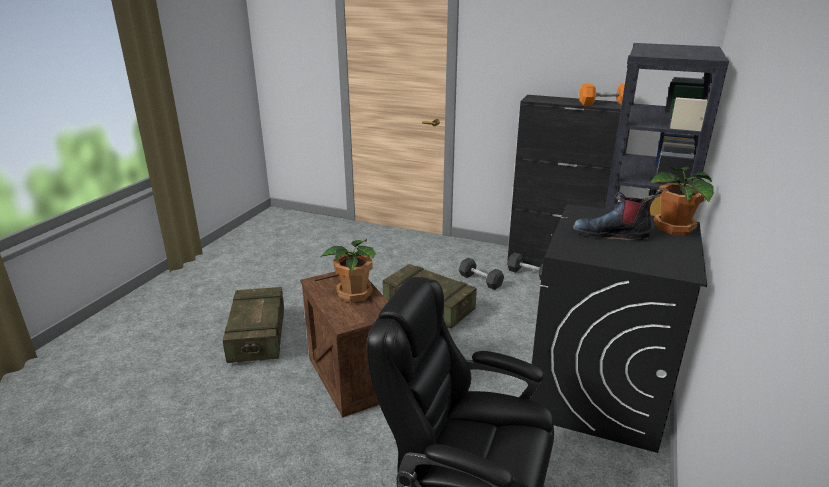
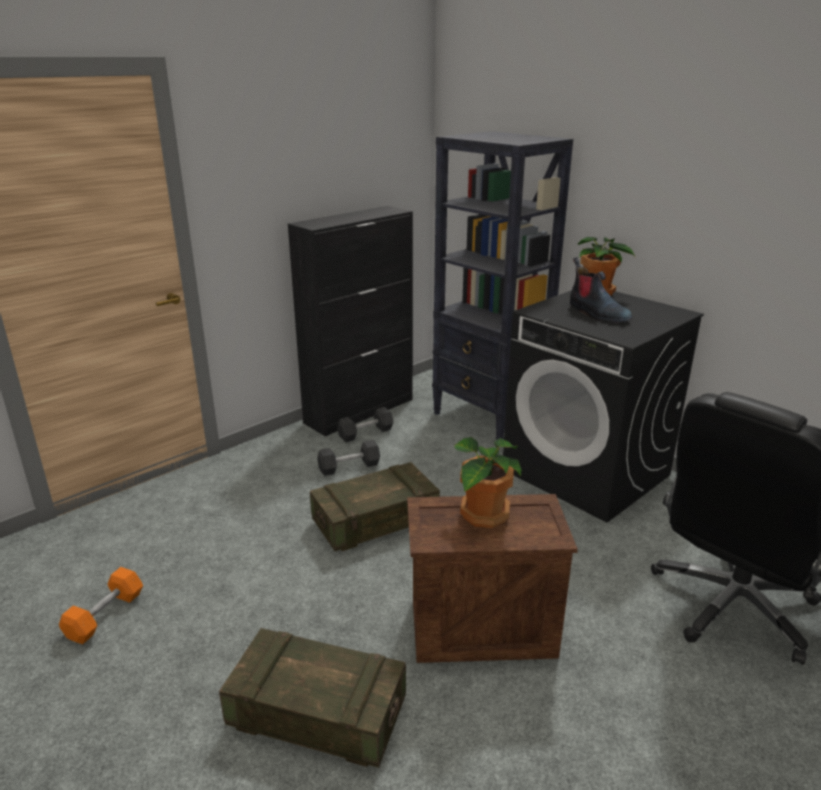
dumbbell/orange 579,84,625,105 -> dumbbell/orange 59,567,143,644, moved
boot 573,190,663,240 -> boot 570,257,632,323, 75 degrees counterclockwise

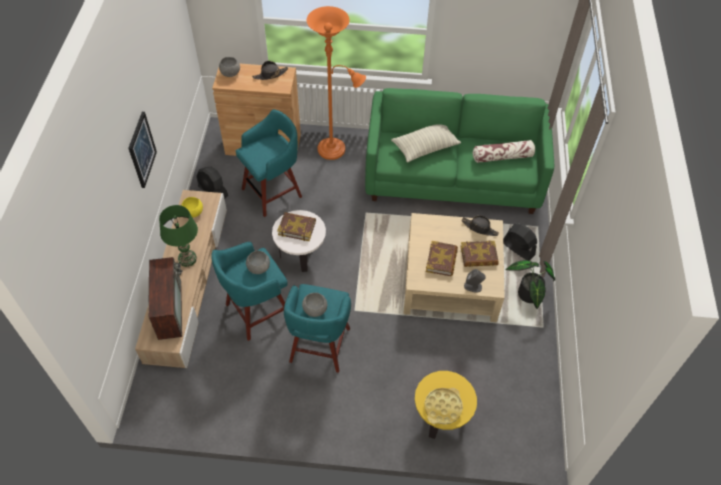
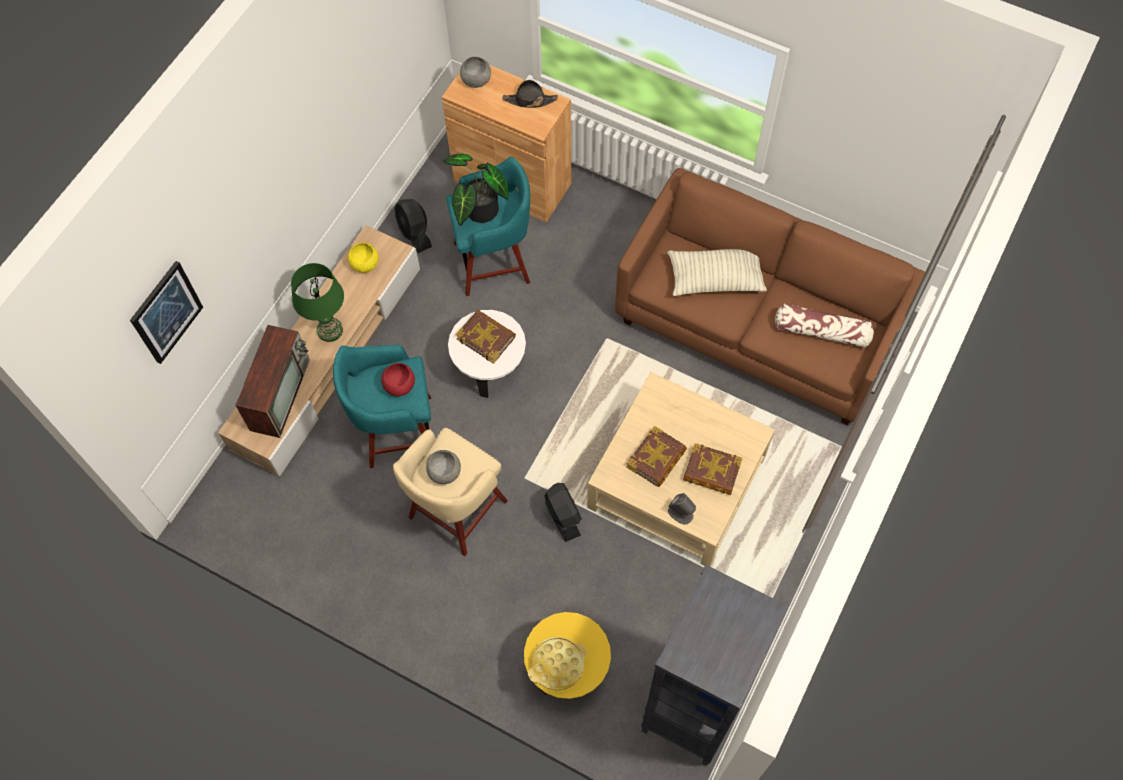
floor lamp/orange 307,6,366,160 -> none
sofa/green 365,88,554,214 -> sofa/brown 615,168,925,425
picture 128,112,157,188 -> picture 130,261,203,364, moved
hat/black 461,215,499,236 -> none
fan/black 503,223,537,261 -> fan/black 544,483,582,542, moved
bowl/grey 246,251,270,274 -> bowl/red 381,363,415,396
potted plant 506,260,555,309 -> potted plant 443,154,508,226, moved
stool/turquoise 284,284,351,373 -> stool/beige 393,428,508,556
none -> bookcase/black 641,565,788,766

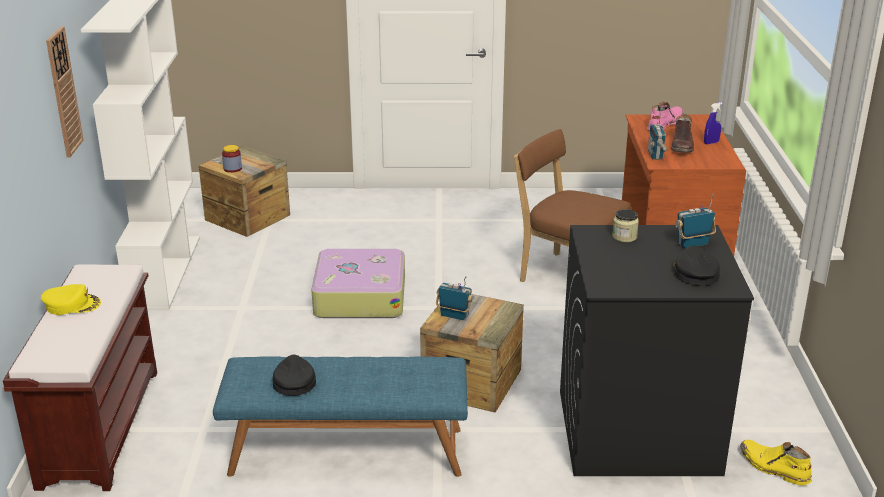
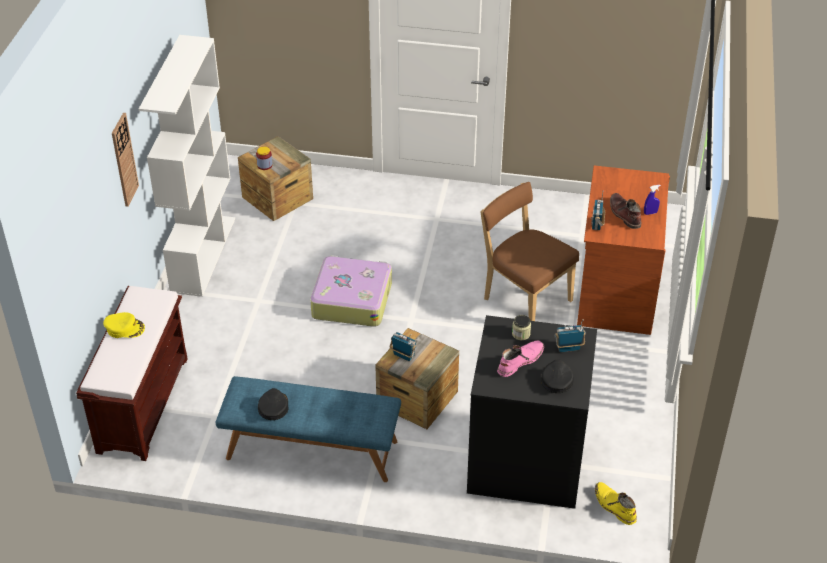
boot/pink 647,102,684,130 -> boot/pink 497,340,544,377, moved
boot/brown 671,114,694,153 -> boot/brown 610,193,641,229, 135 degrees clockwise

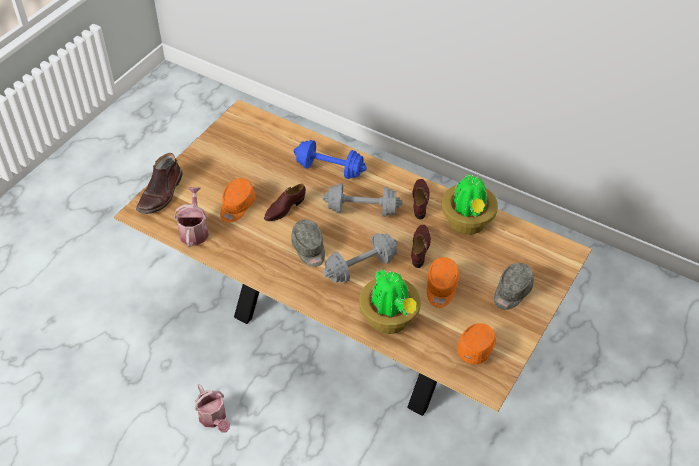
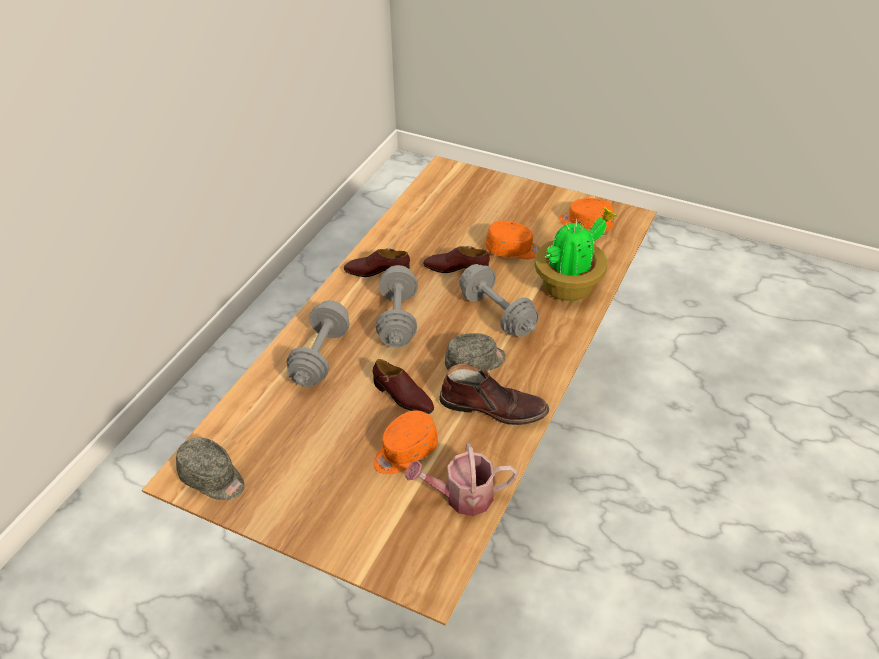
dumbbell/blue 293,140,367,179 -> dumbbell/grey 287,300,350,387
boot/brown 136,153,182,214 -> boot/brown 439,364,549,425, moved
potted plant 441,173,498,235 -> none
cap/orange 220,178,255,223 -> cap/orange 373,411,438,474, 120 degrees clockwise
cap/grey 494,263,534,310 -> cap/grey 176,437,245,500, moved
watering can 195,384,230,433 -> none

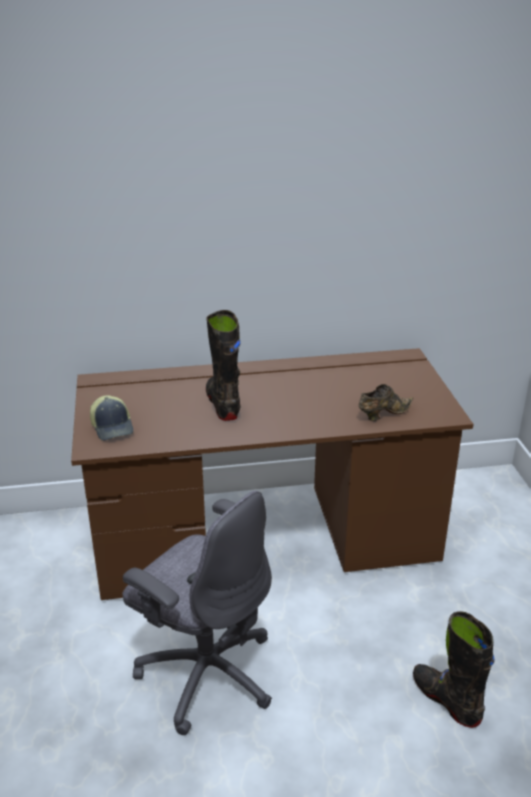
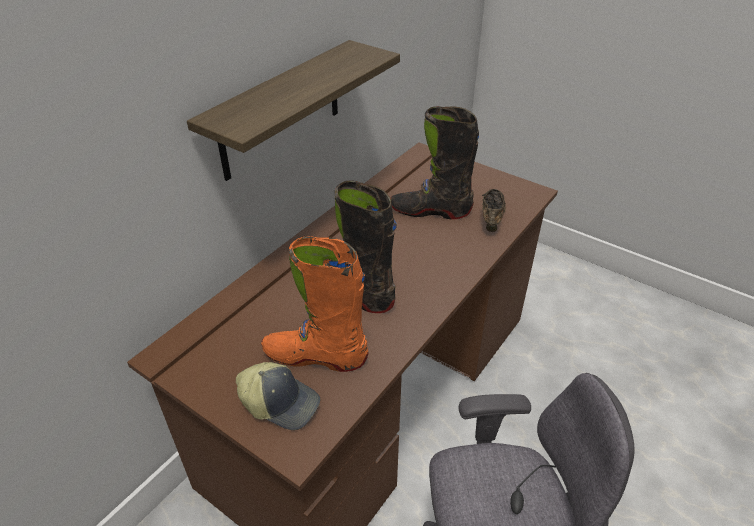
boot/black 413,611,495,728 -> boot/black 390,106,479,219, moved
none -> shelf 187,40,400,181
none -> boot/orange 261,236,368,372

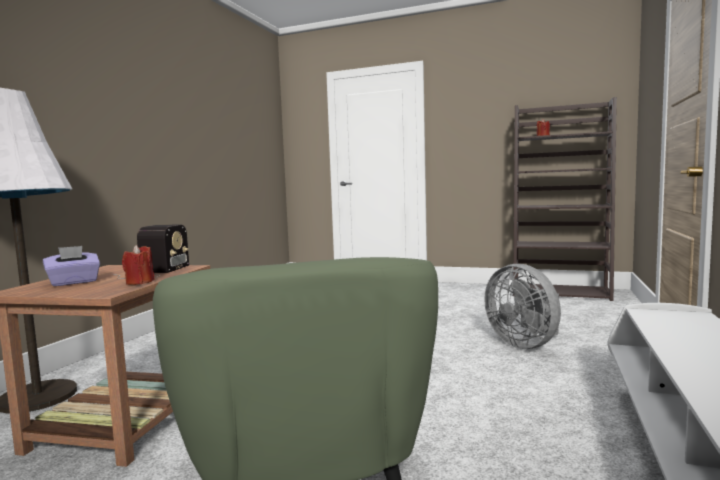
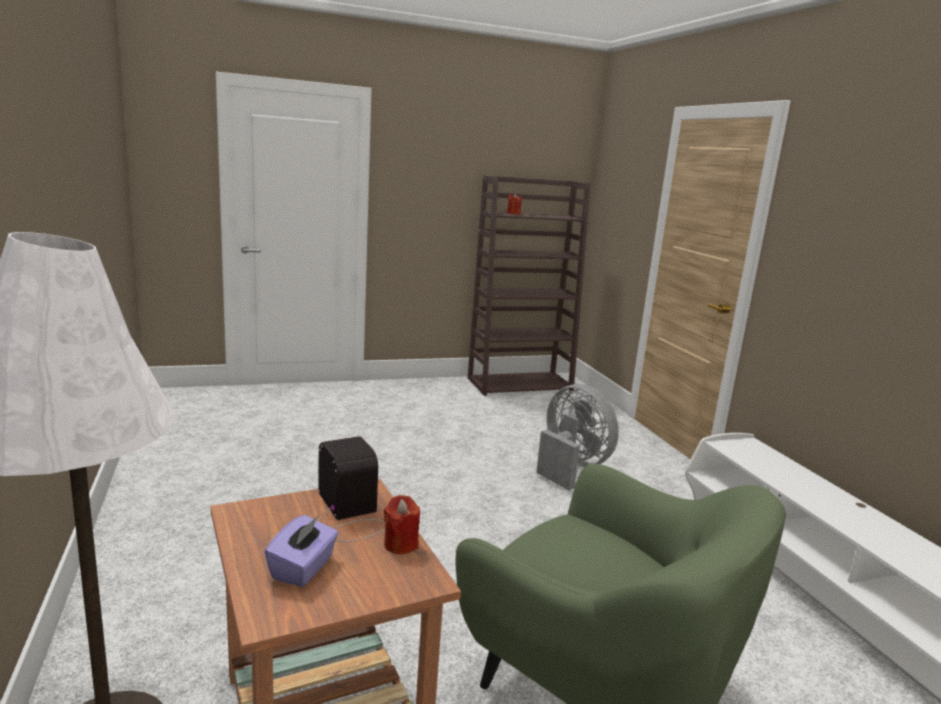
fan/grey 484,264,561,349 -> fan/grey 536,384,619,490, 150 degrees counterclockwise

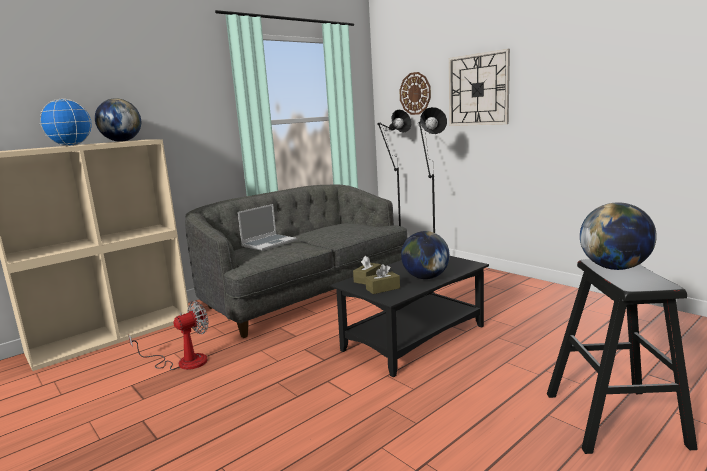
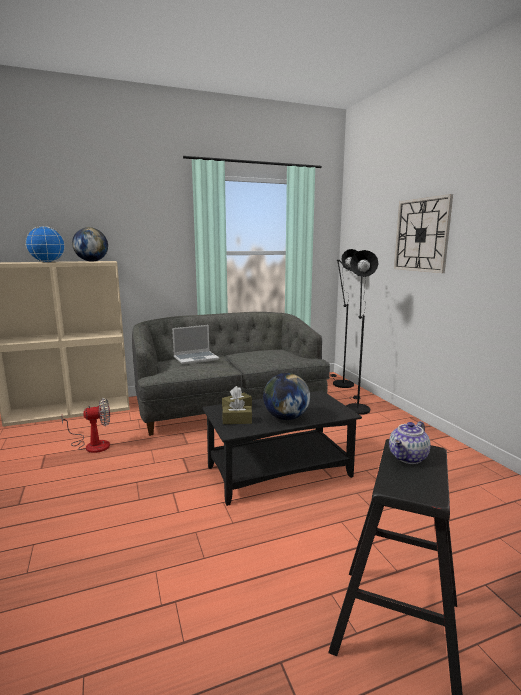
wall clock 399,72,431,115 -> none
globe 580,202,657,270 -> teapot 389,421,430,464

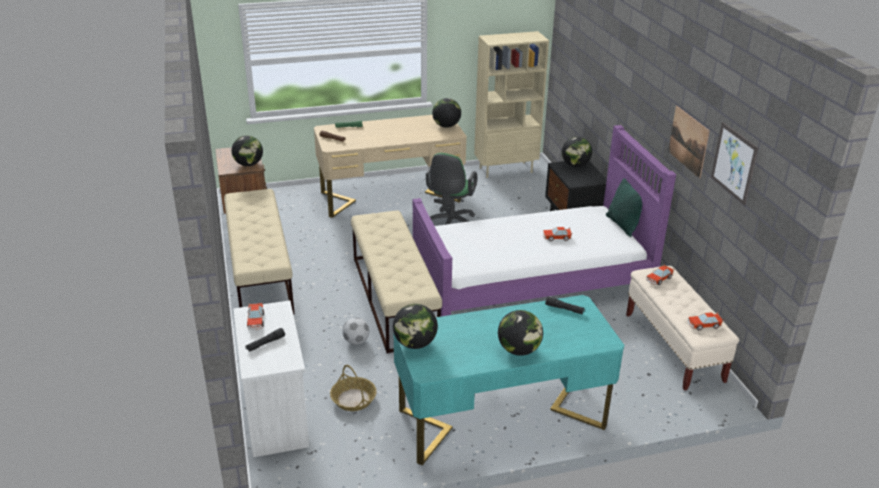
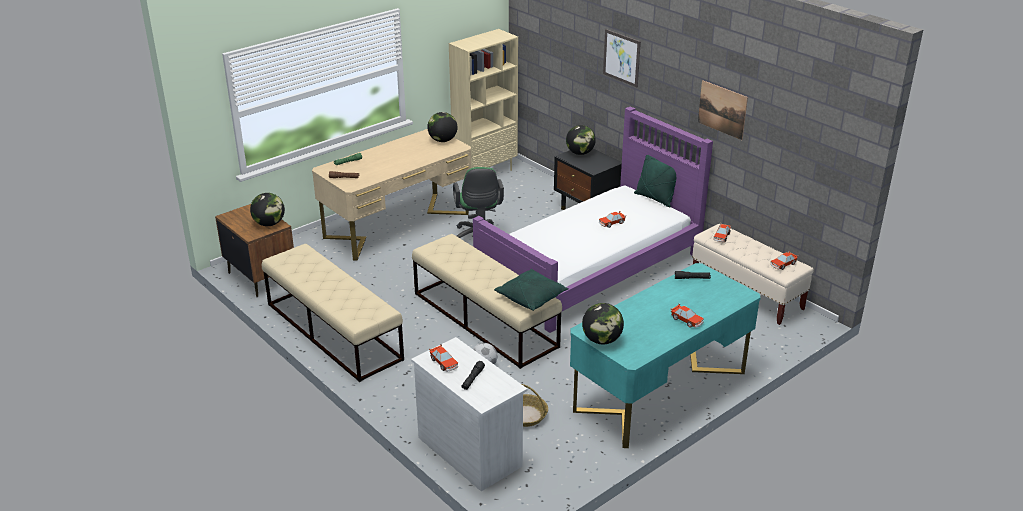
picture 711,122,759,205 -> picture 603,29,641,87, moved
globe 498,310,543,356 -> toy car 671,304,704,328
none -> pillow/green 494,269,569,311

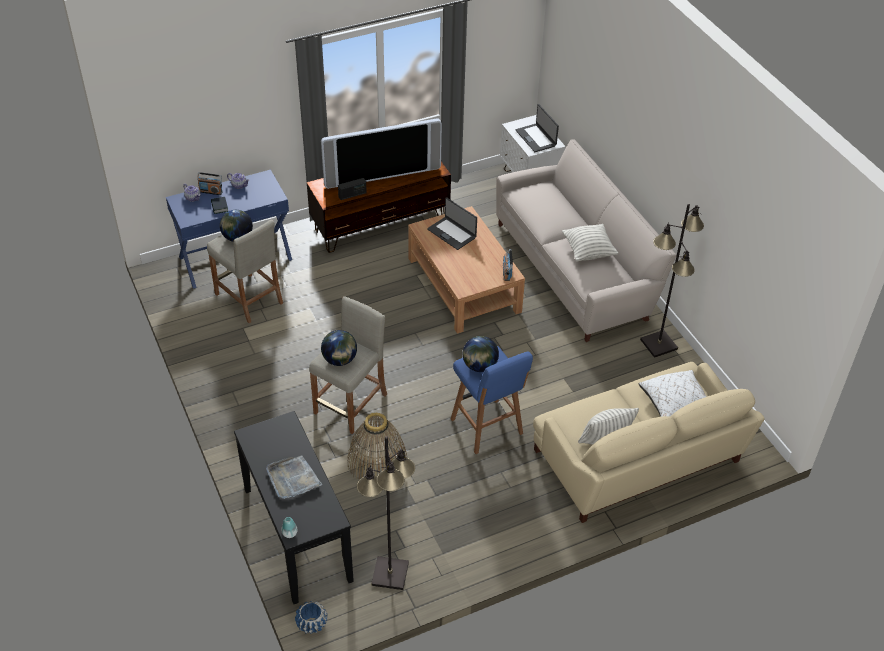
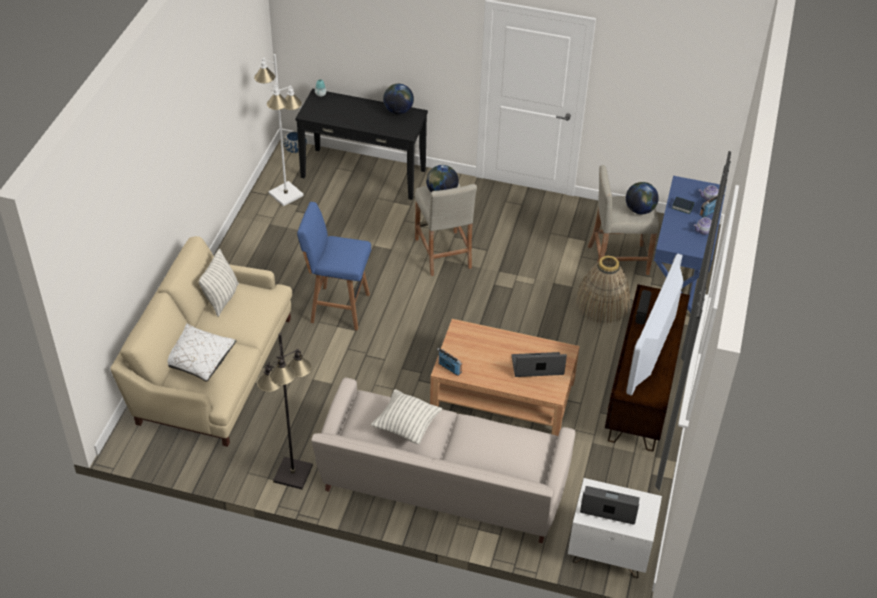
globe 463,336,499,372 -> globe 383,84,414,114, moved
basket 347,413,407,480 -> basket 576,255,630,324, moved
floor lamp/black 357,436,415,590 -> floor lamp/white 254,54,304,206
tray/grey 266,455,323,499 -> none

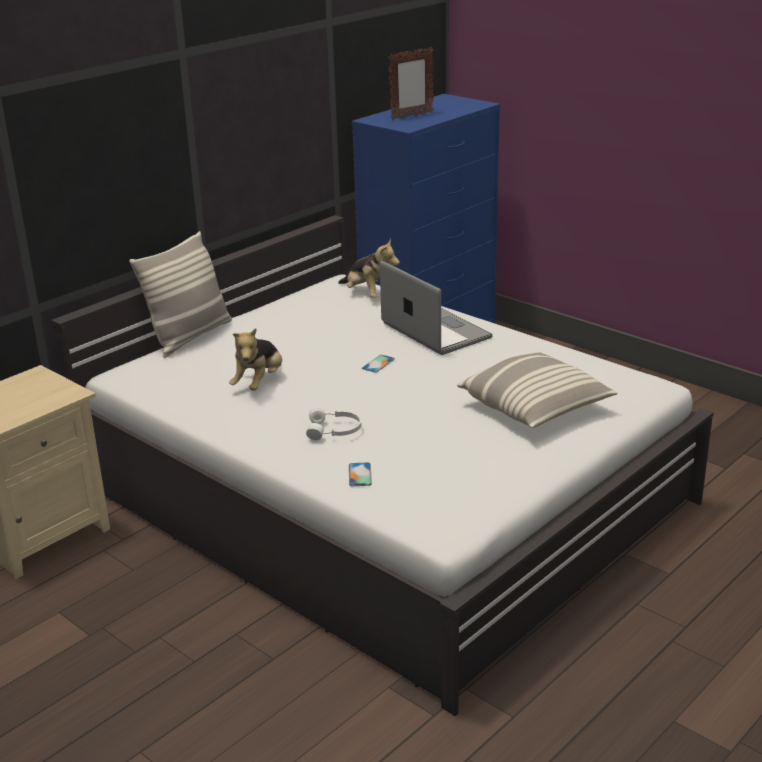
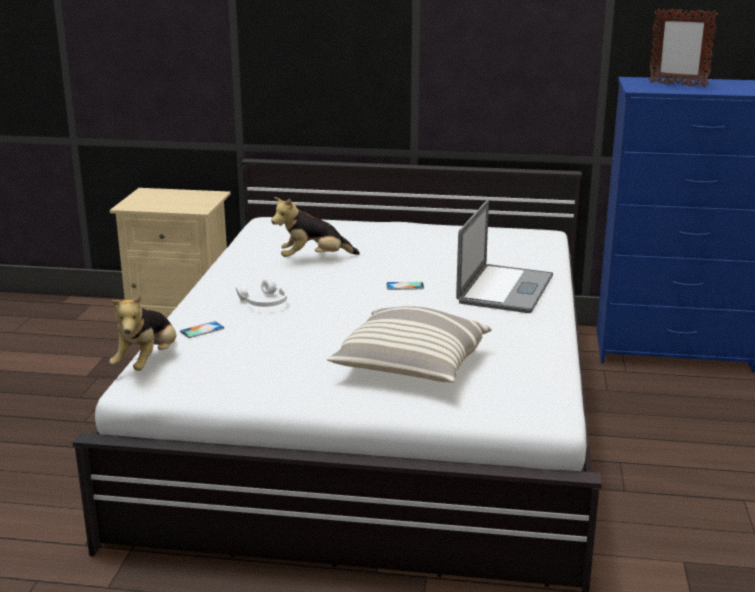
pillow 129,231,232,358 -> none
plush toy 338,238,400,298 -> plush toy 109,294,176,371, moved

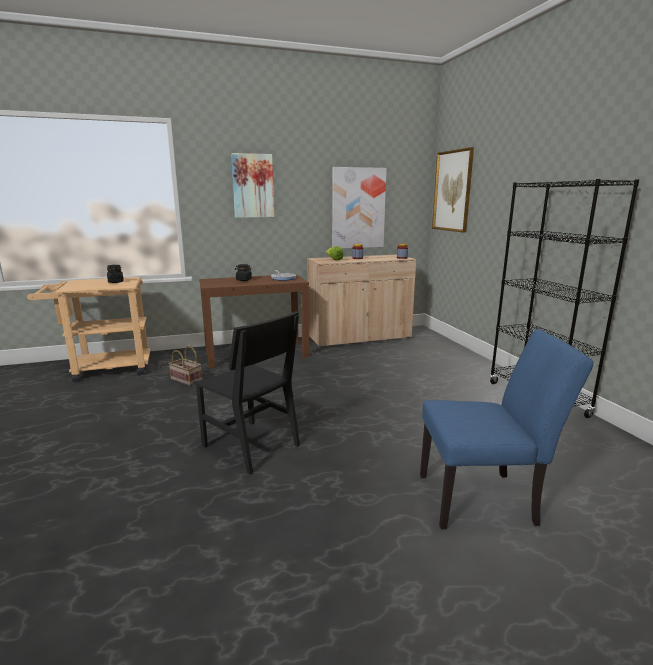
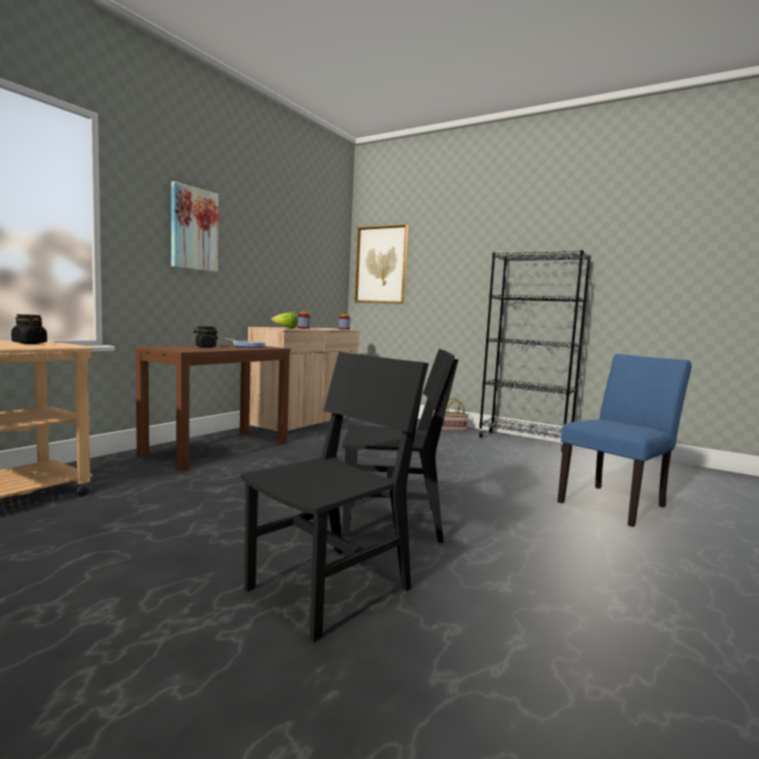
picture 332,167,387,249 -> none
basket 169,346,202,386 -> basket 441,398,468,431, moved
none -> chair/black 241,352,429,642

